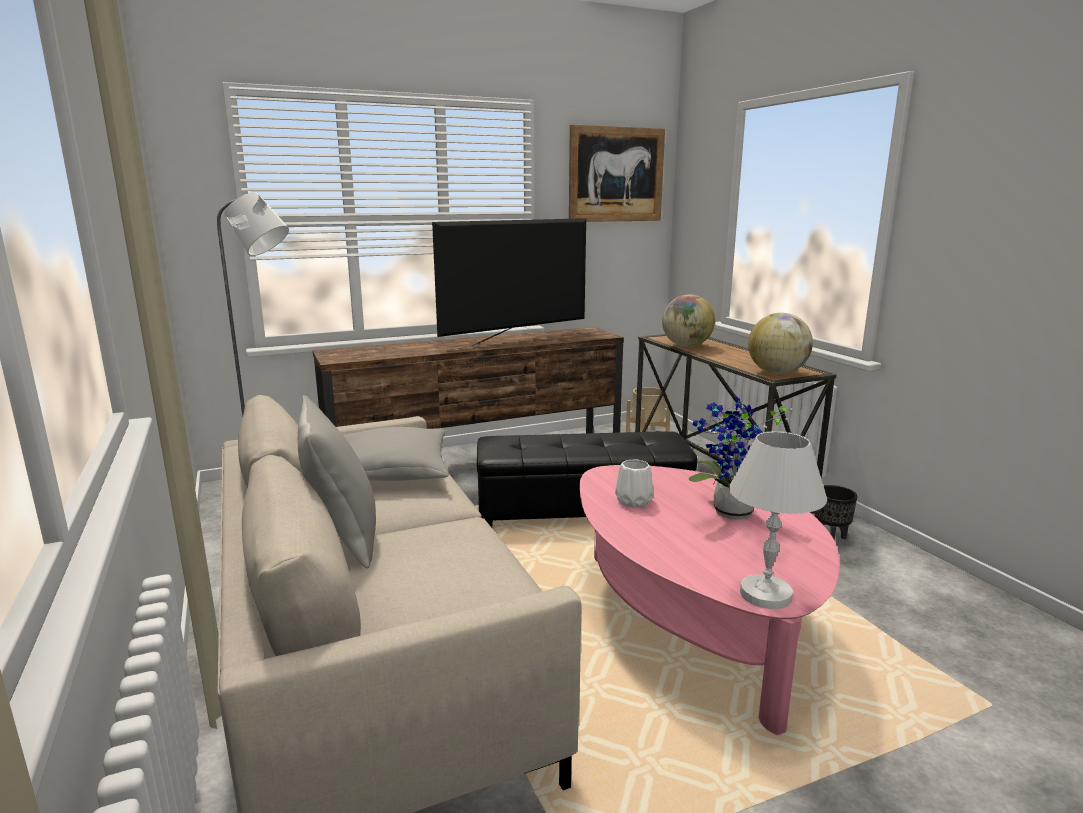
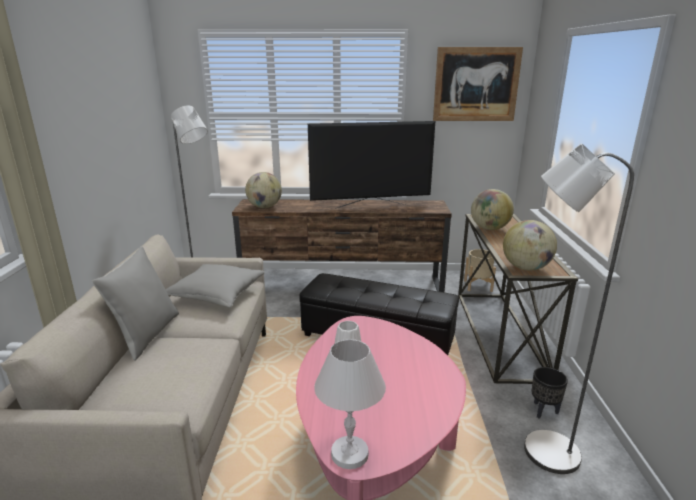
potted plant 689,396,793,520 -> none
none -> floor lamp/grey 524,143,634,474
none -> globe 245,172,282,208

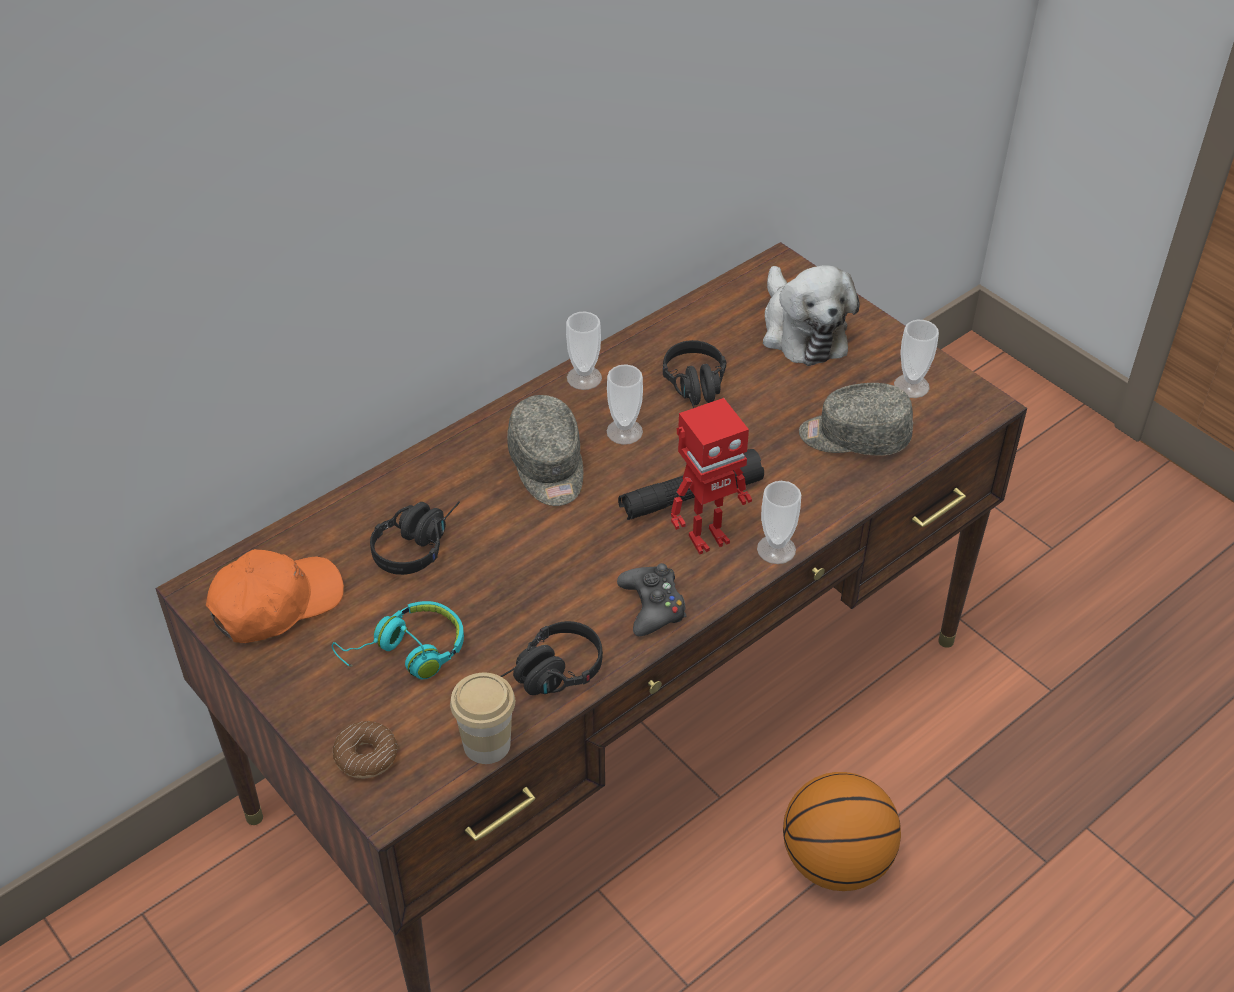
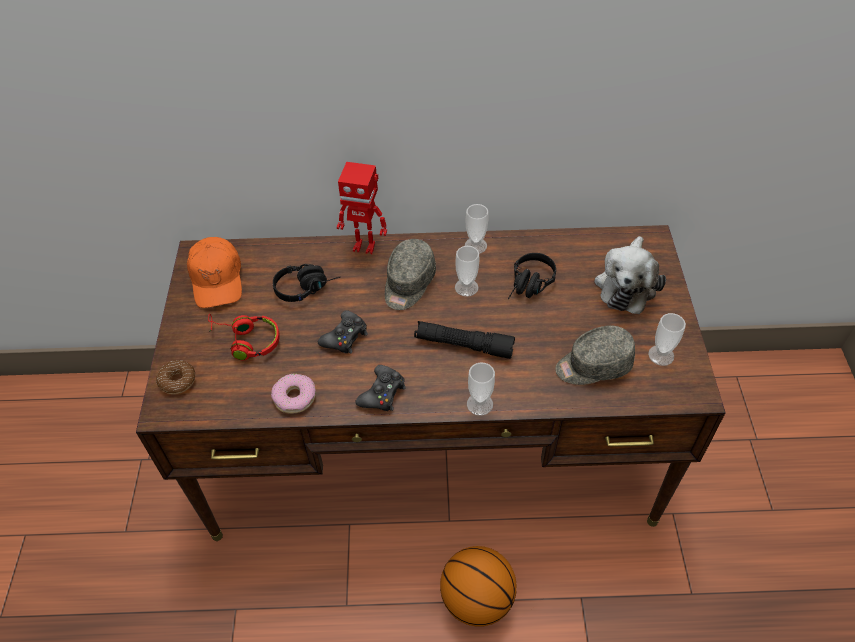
cap/grey 799,383,913,456 -> cap/grey 555,325,635,385, 60 degrees counterclockwise
toy robot 671,398,752,555 -> toy robot 337,162,387,254, moved
cap/orange 206,549,344,643 -> cap/orange 187,237,242,308, 75 degrees clockwise
headphones/turquoise 332,601,464,680 -> headphones/red 208,314,280,360
headphones/black 501,621,603,695 -> donut 271,374,316,414
cup 450,673,515,764 -> none
none -> game controller/black 318,310,368,353

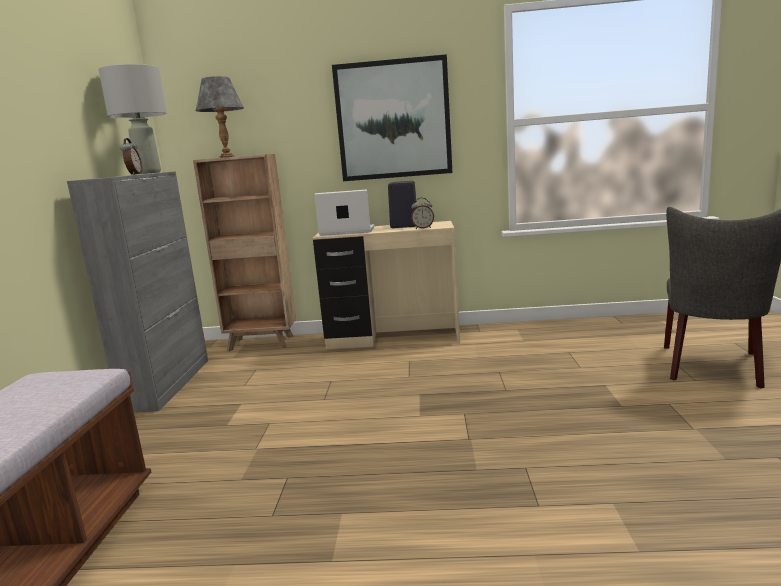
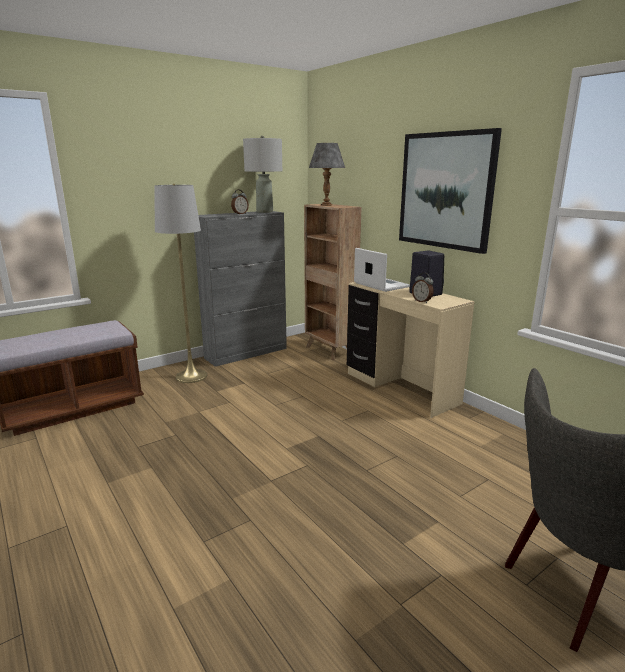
none -> floor lamp/grey 154,184,207,383

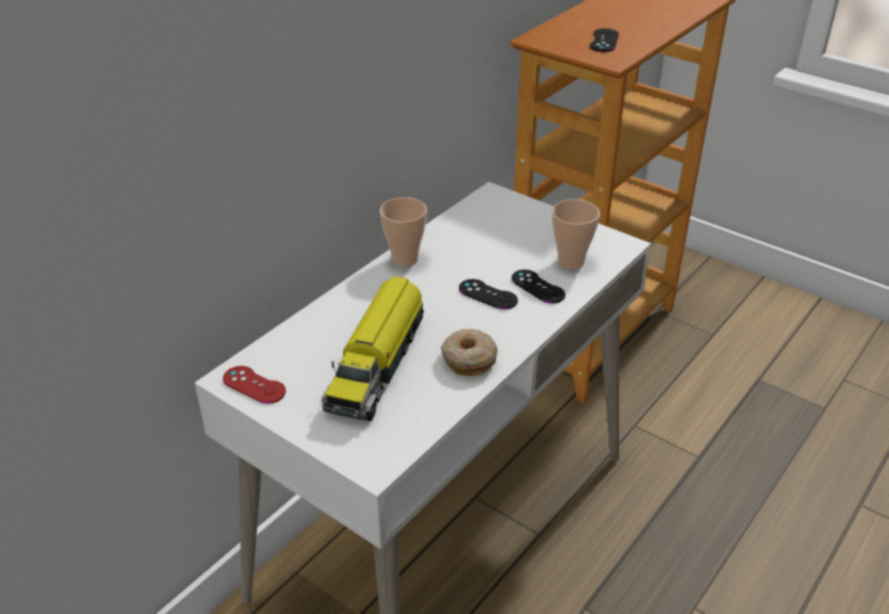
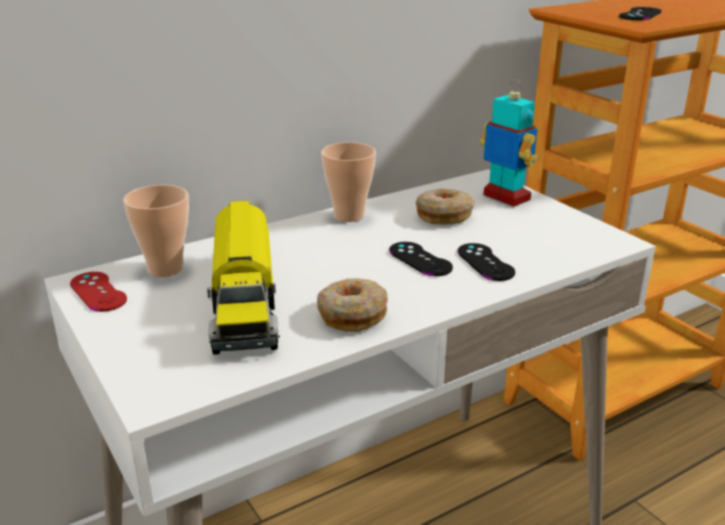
cup 552,199,600,269 -> cup 123,185,189,277, moved
toy truck 321,276,424,421 -> toy truck 207,201,280,355, 45 degrees counterclockwise
none -> toy robot 480,79,538,207
none -> donut 416,189,475,224

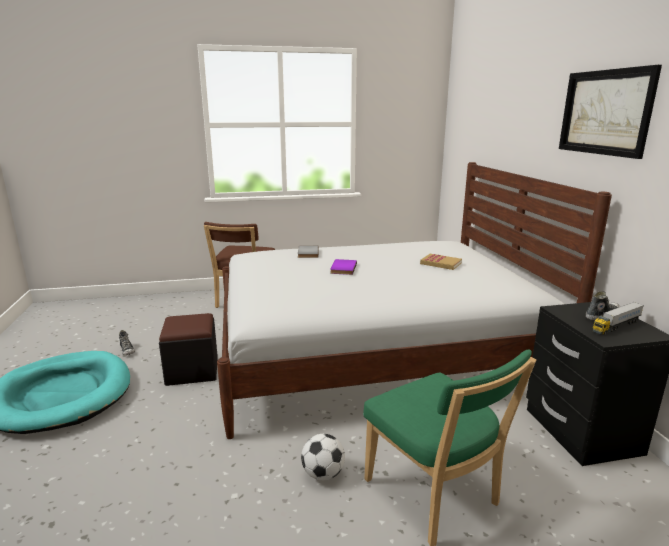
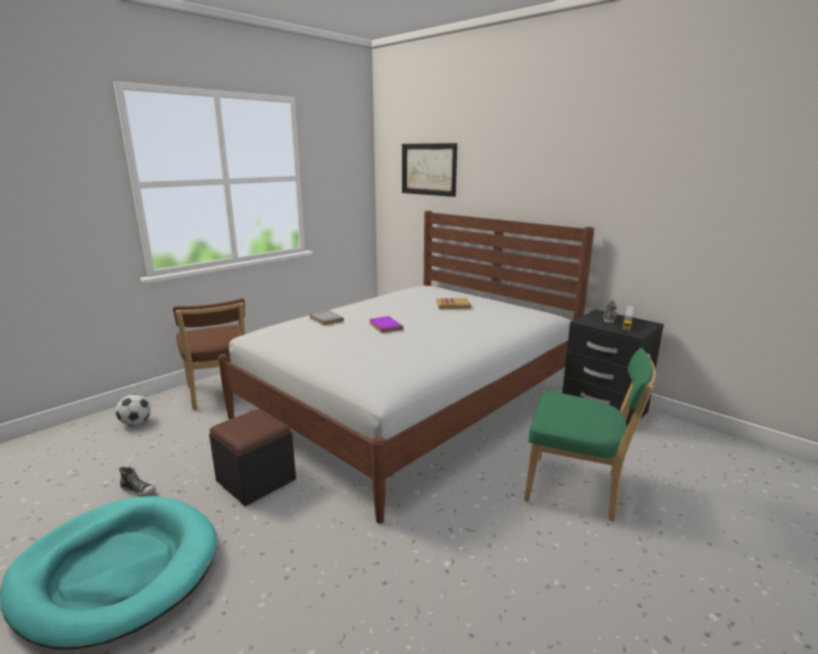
picture 559,65,662,159 -> picture 402,143,457,197, moved
football 301,434,345,480 -> football 116,394,151,426, moved

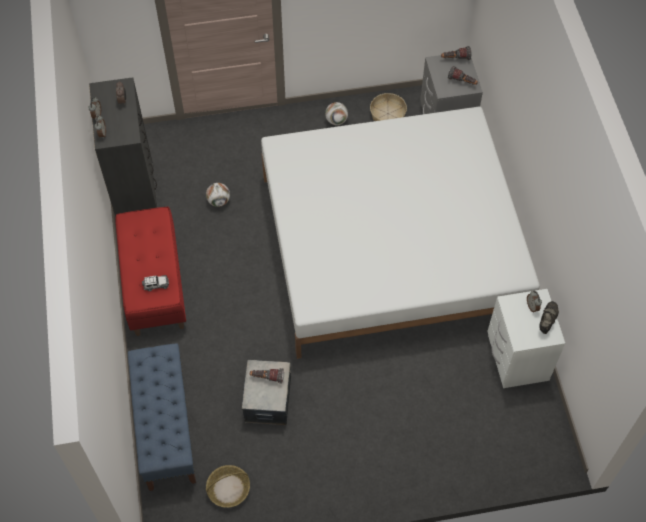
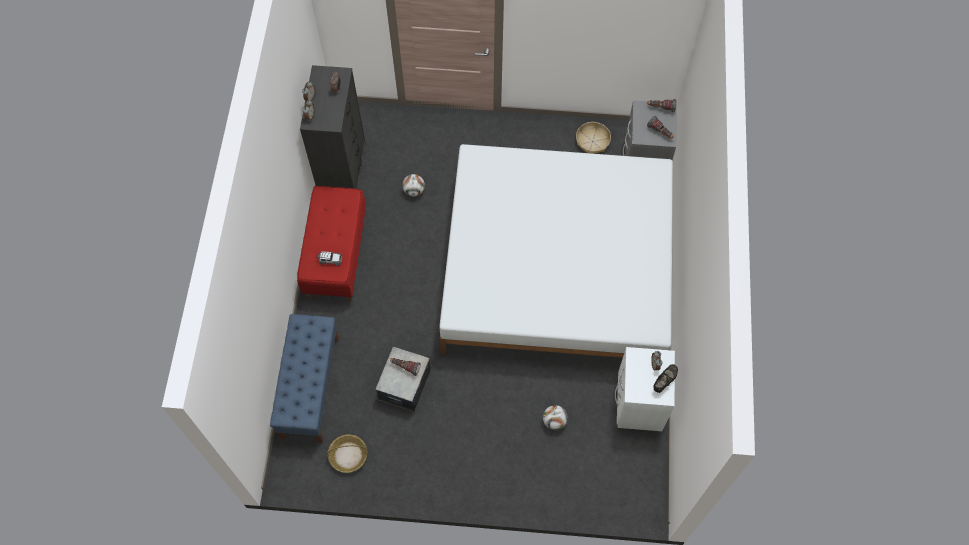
football 325,102,348,125 -> football 543,405,568,430, moved

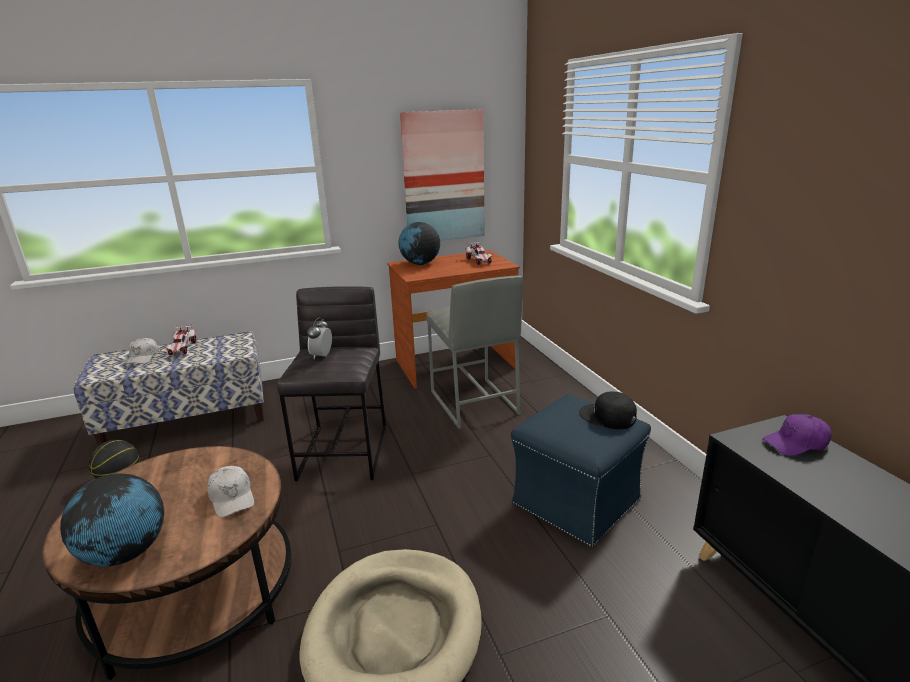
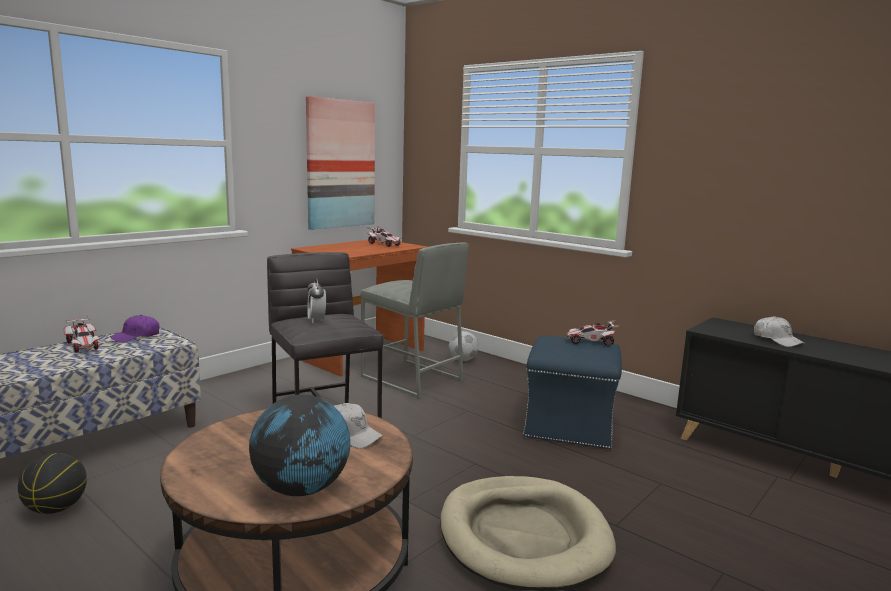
globe 399,222,440,265 -> none
cap/white 125,338,159,364 -> cap/white 754,316,805,347, moved
cap/black 579,392,637,429 -> toy car 566,320,619,346
cap/purple 763,414,832,456 -> cap/purple 110,315,160,343, moved
none -> football 449,331,479,361

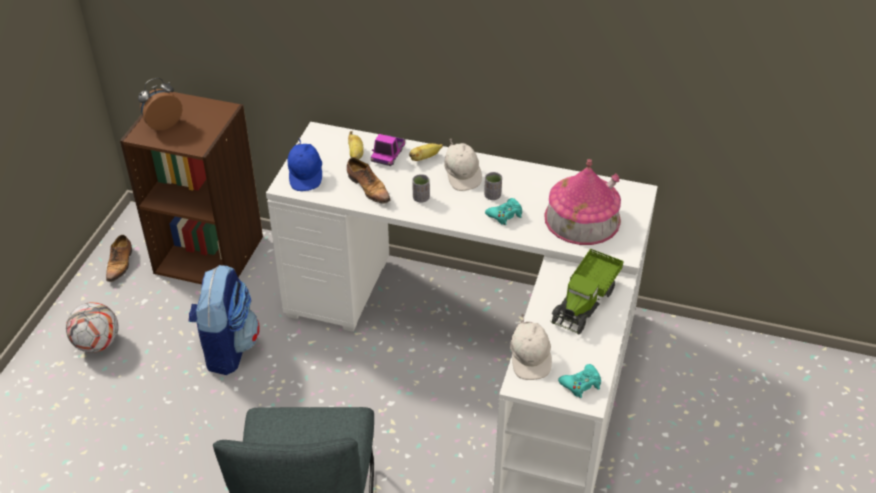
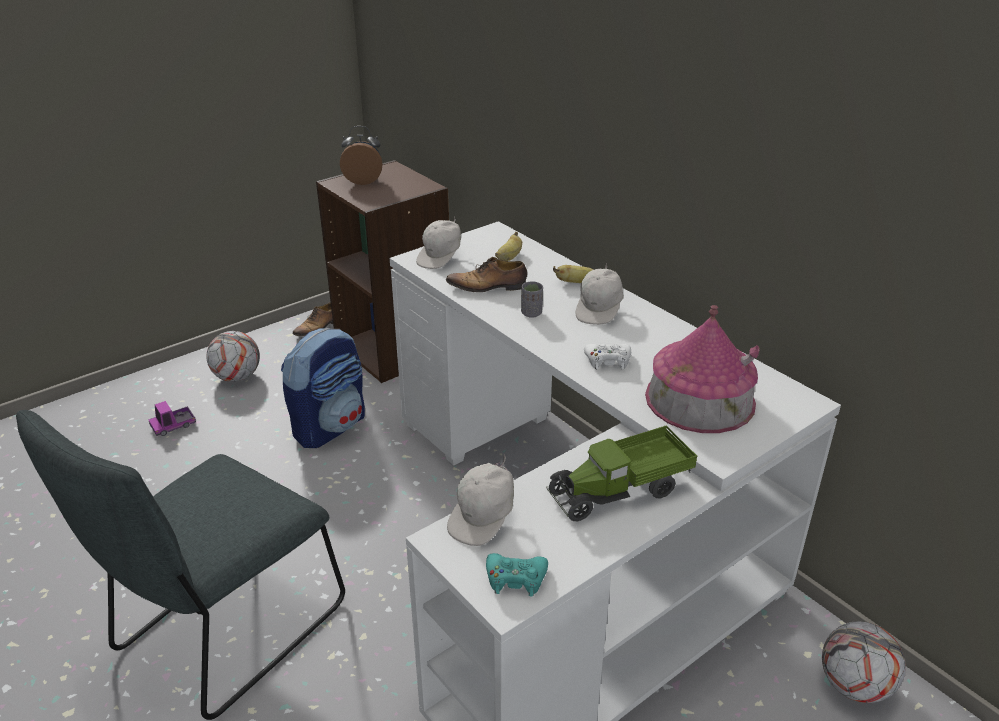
toy truck 371,134,405,166 -> toy truck 148,401,196,436, moved
cap/blue 287,138,322,191 -> cap/white 416,217,461,269
shoe 347,158,390,204 -> shoe 446,257,527,292, 90 degrees clockwise
cup/grey 484,172,502,200 -> none
game controller/turquoise 485,198,522,225 -> game controller/white 584,343,631,370
none -> football 822,621,906,703

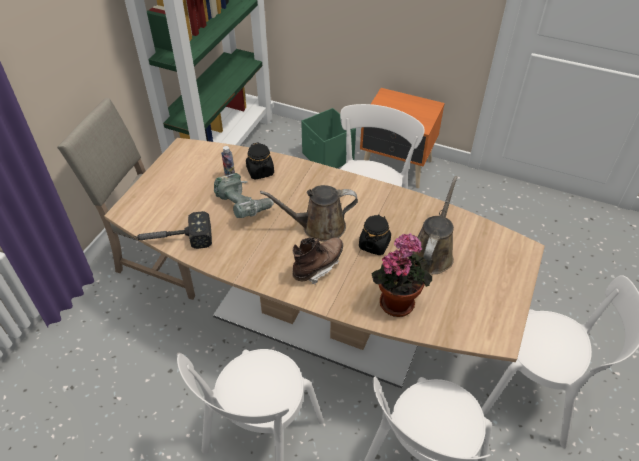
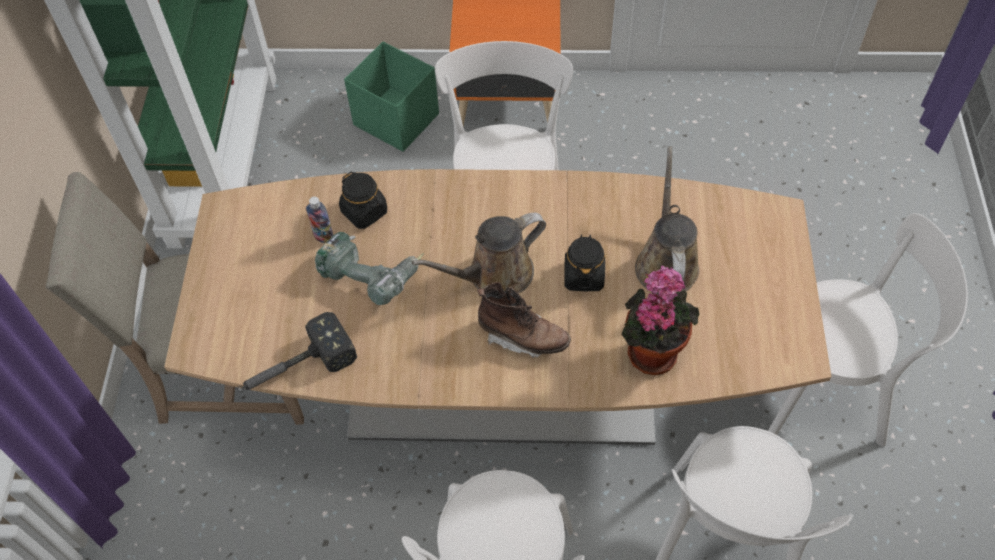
boot/brown 292,237,343,284 -> boot/brown 477,282,571,358, 90 degrees clockwise

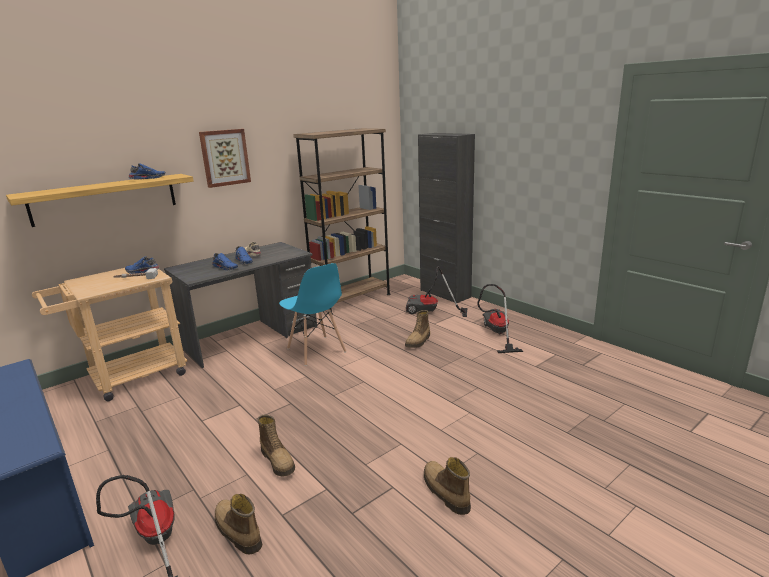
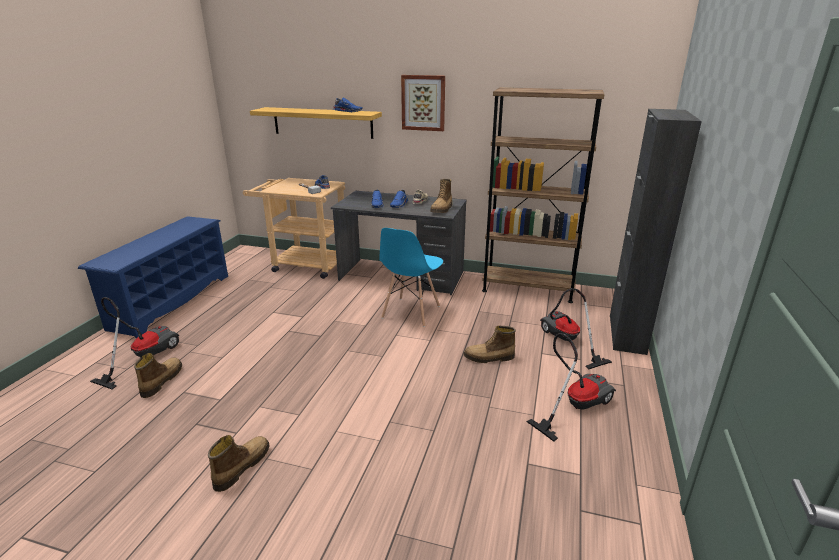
boot 257,415,295,477 -> boot 430,179,452,213, moved

